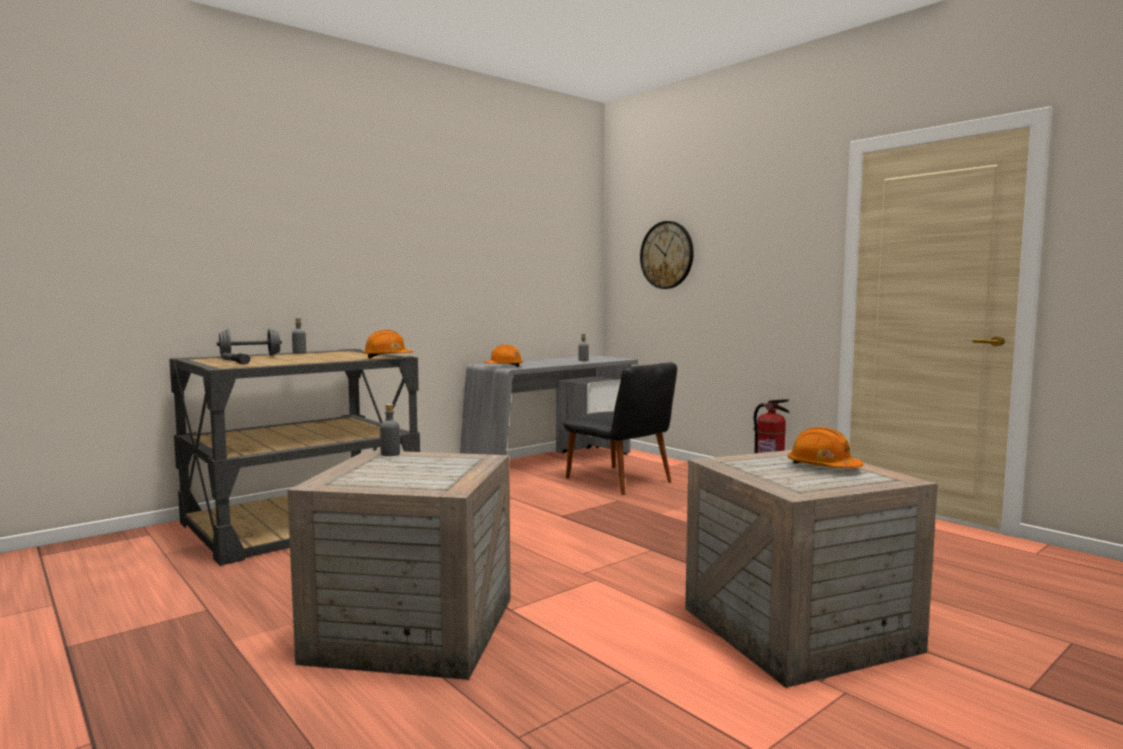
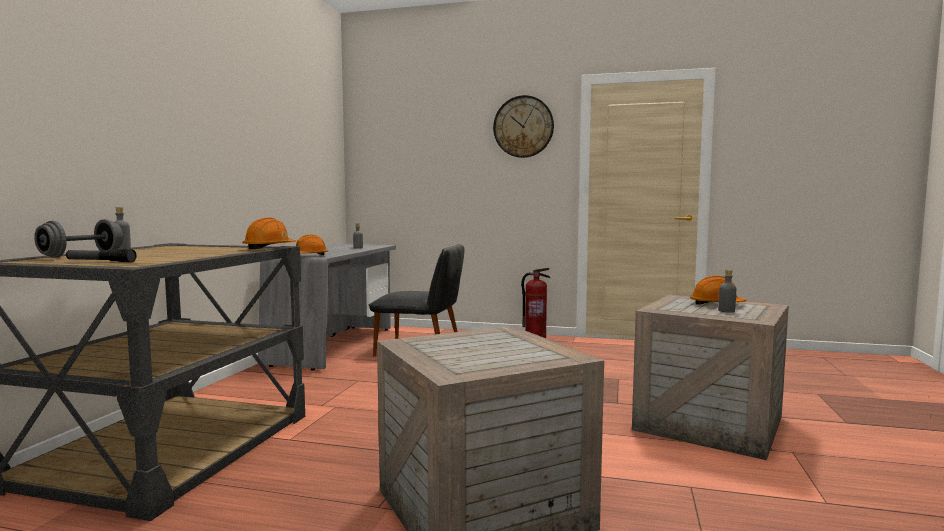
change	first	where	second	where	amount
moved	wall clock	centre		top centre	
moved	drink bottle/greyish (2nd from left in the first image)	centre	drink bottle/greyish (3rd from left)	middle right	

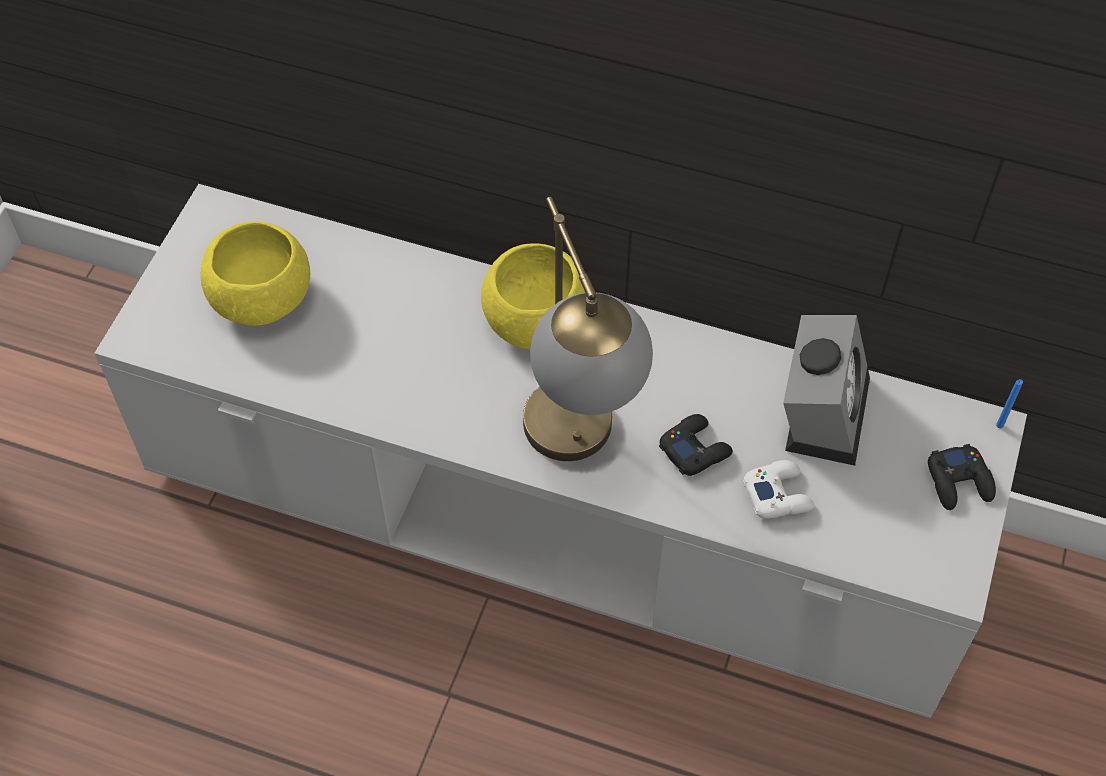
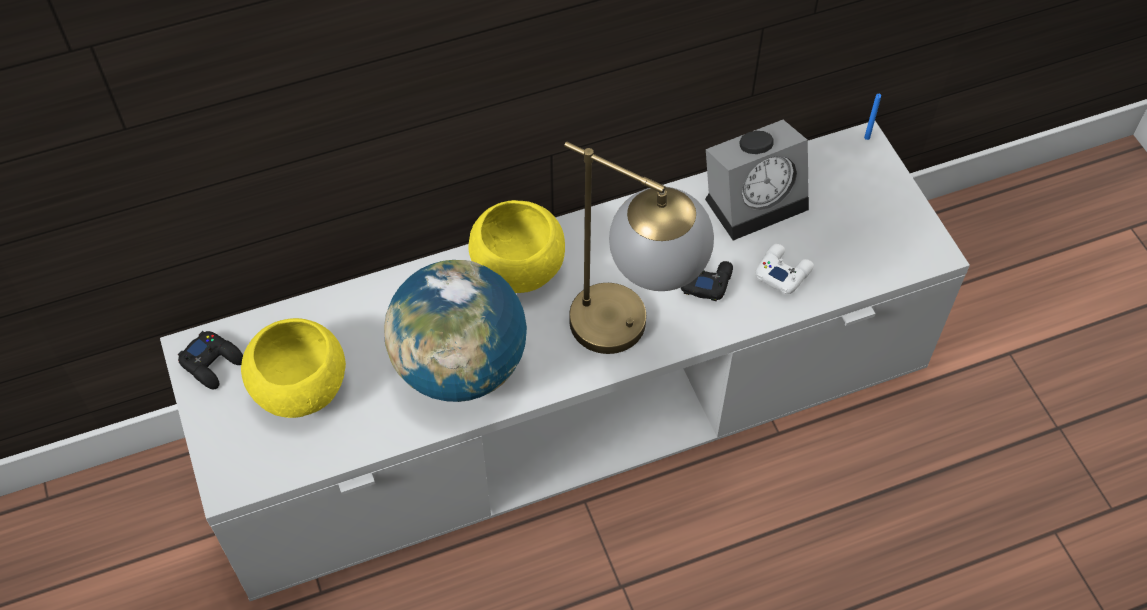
change	first	where	second	where	amount
moved	joypad/black (2nd from left in the first image)	middle right	joypad/black (1st from left)	middle left	
added			world globe	centre	
turned	table clock	middle right		top centre	90 degrees clockwise

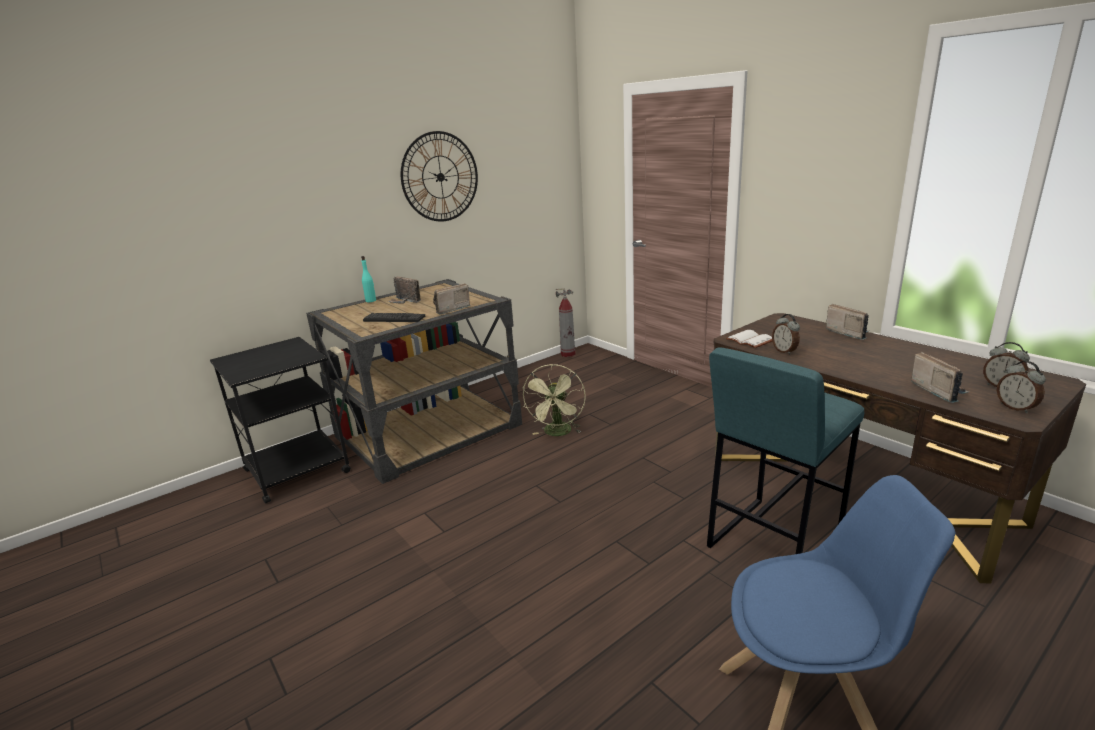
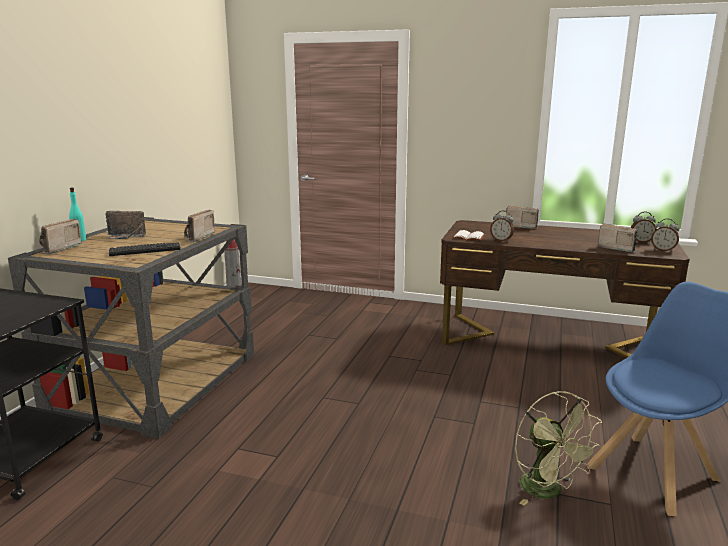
change	first	where	second	where	amount
added			radio receiver (1st from left)	middle left	
moved	cooling fan/green	centre		bottom right	
removed	wall clock	top centre			
removed	sitting stool/blue-green	middle right			

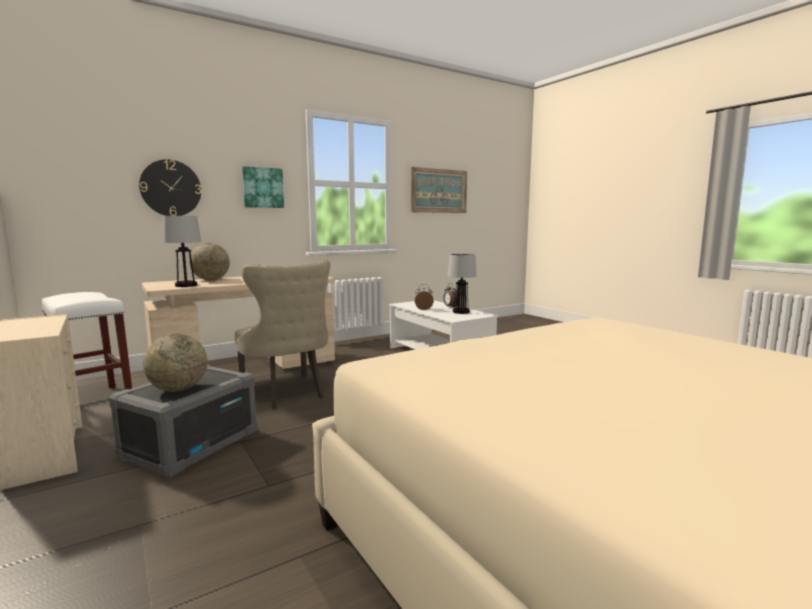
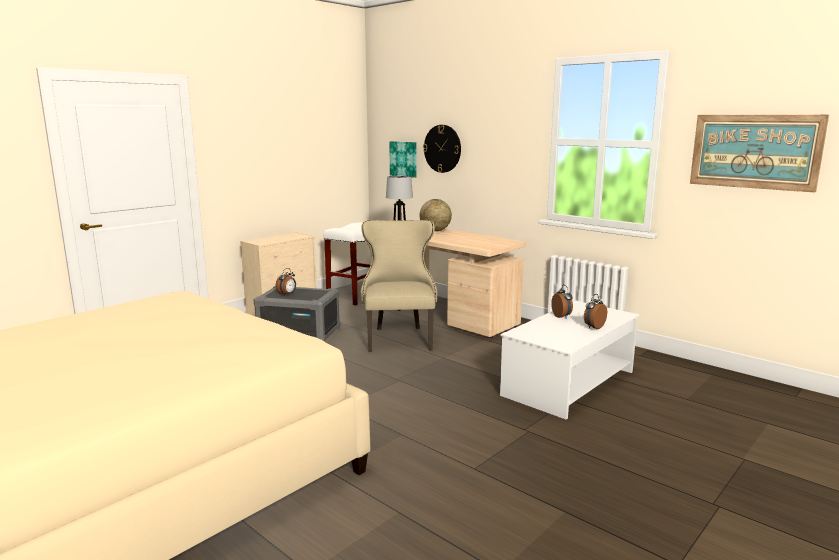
change	first	where	second	where	amount
replaced	world globe (1st from left)	middle left	table clock (1st from left)	centre	
turned	chair/beige-coloured	centre		centre	135 degrees clockwise
moved	wall picture (1st from left)	top left		top centre	
removed	table lamp (2nd from left)	centre			

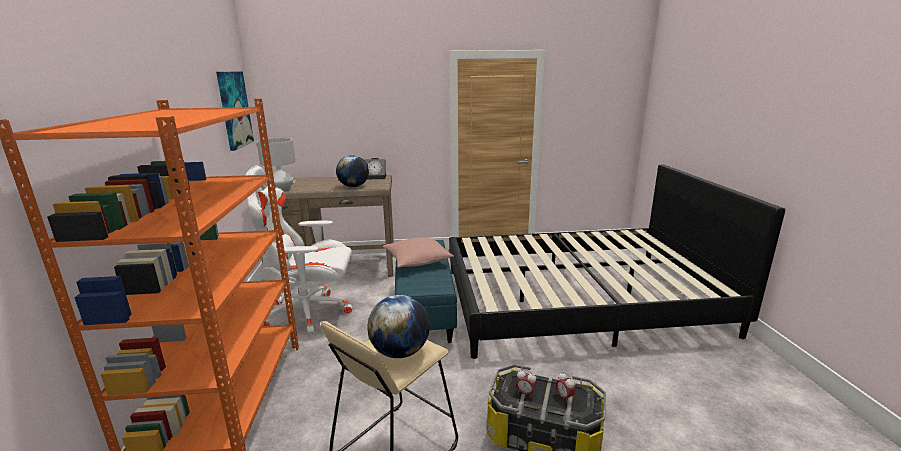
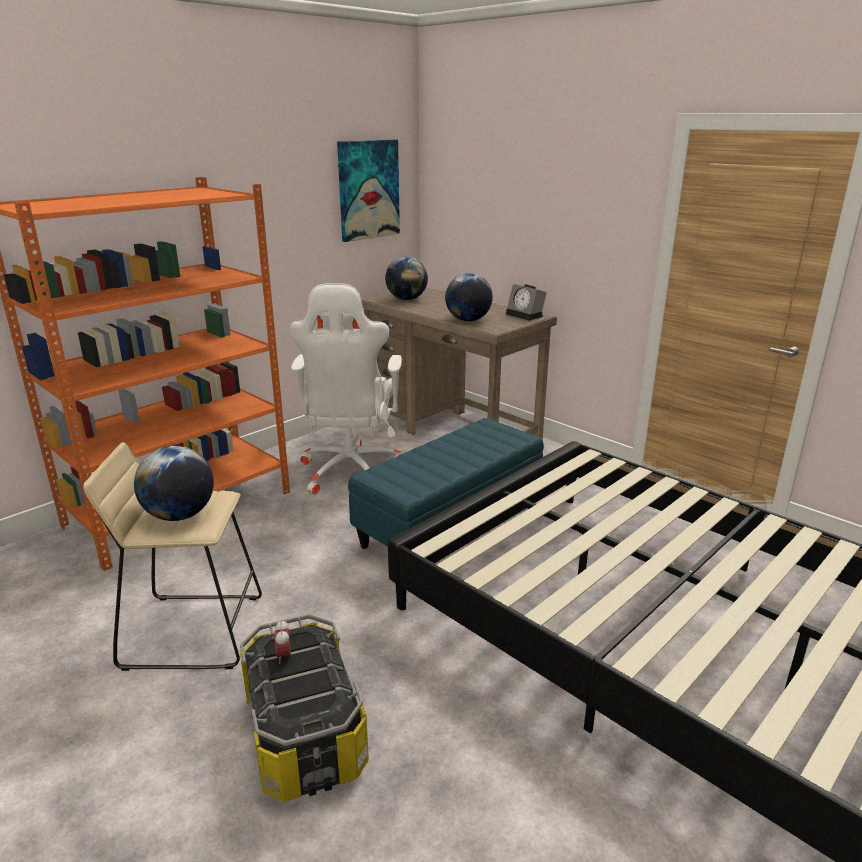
change	first	where	second	where	amount
turned	computer chair/white	middle left		centre	135 degrees counterclockwise
replaced	table lamp/white	middle left	world globe (2nd from left)	top centre	
removed	throw pillow/pinkish	centre			
removed	table clock (3rd from left)	bottom centre			

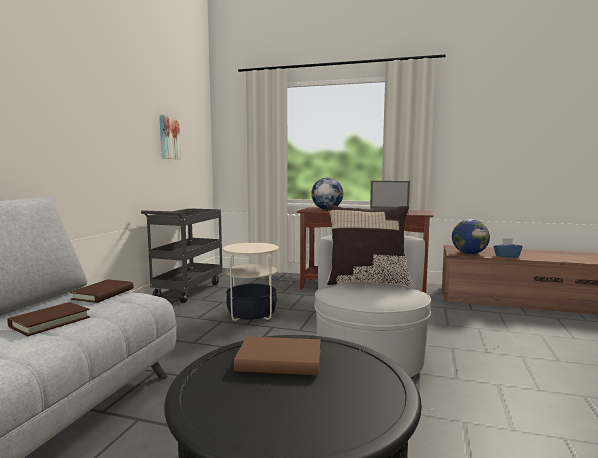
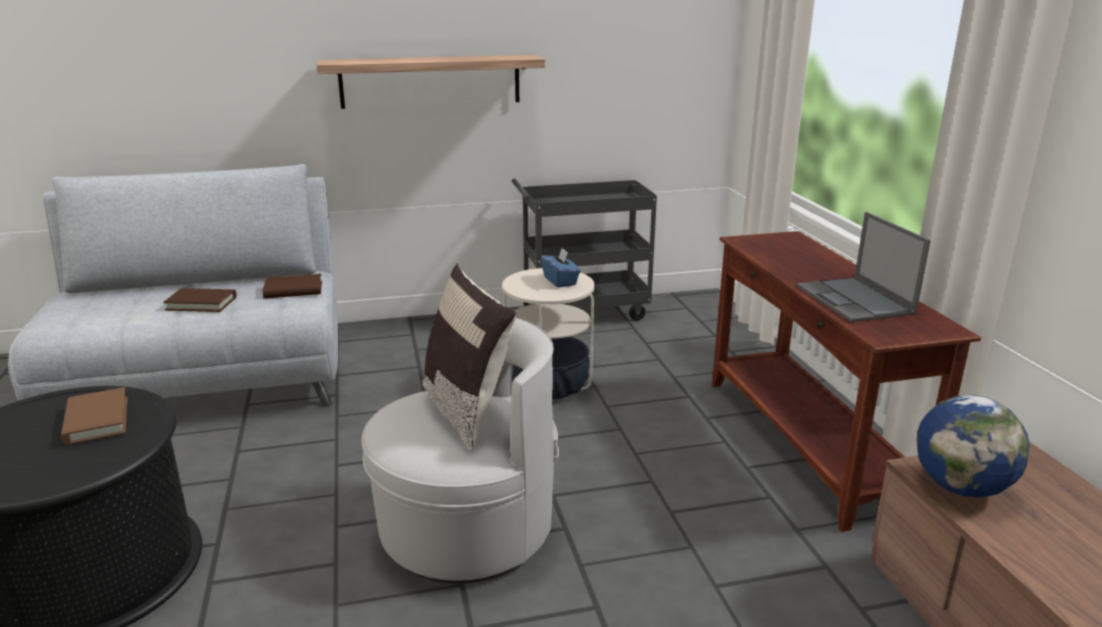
change	first	where	second	where	amount
added			bracket shelf	top centre	
moved	tissue box/bluish	middle right		centre	
removed	wall picture	top left			
removed	world globe (1st from left)	centre			

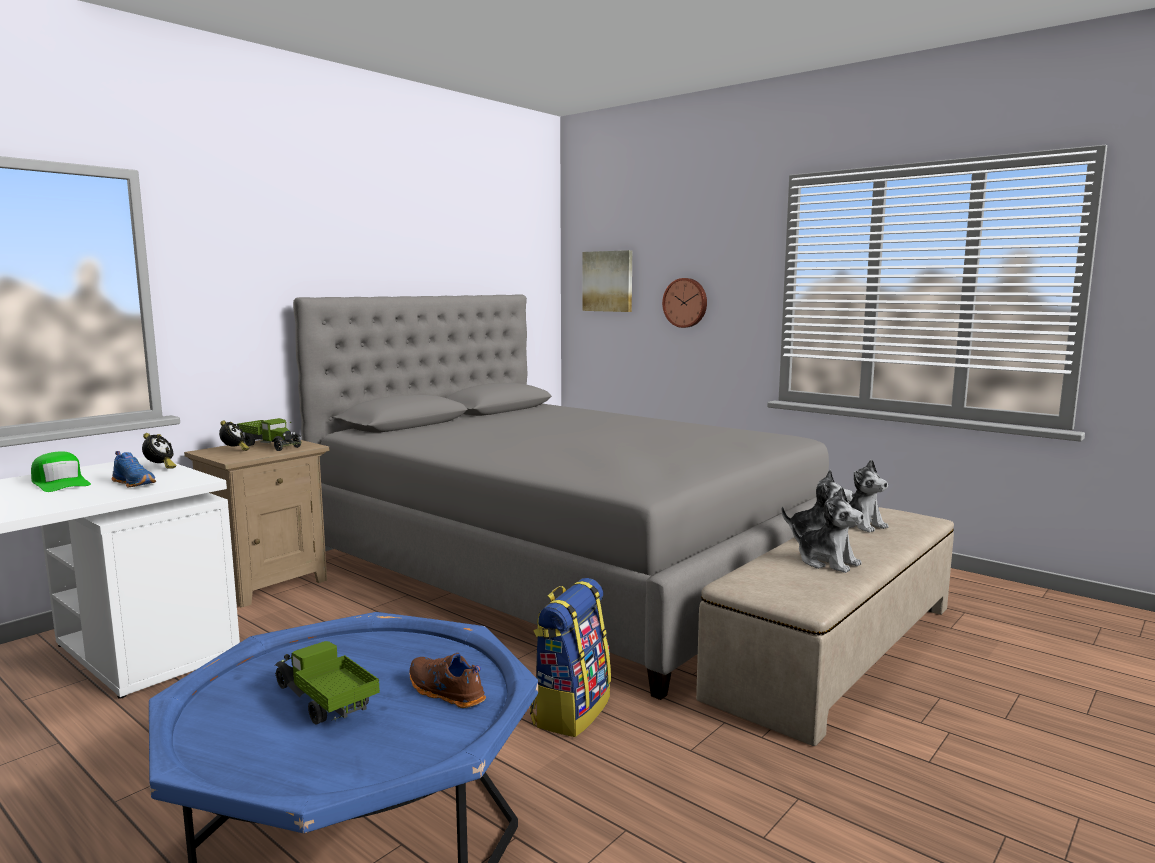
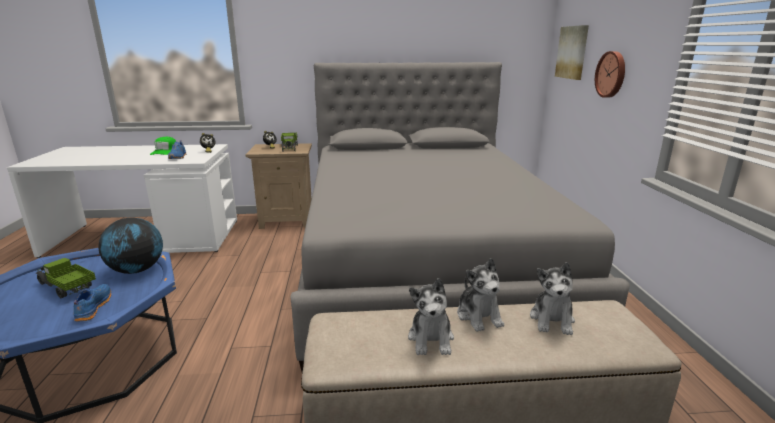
change	first	where	second	where	amount
turned	toy truck (2nd from left in the first image)	bottom left	toy truck (1st from left)	middle left	60 degrees counterclockwise
recoloured	item of footwear/brownish	bottom centre	item of footwear/bluish (1st from left)	bottom left	
added			world globe	middle left	
removed	backpack	bottom centre			

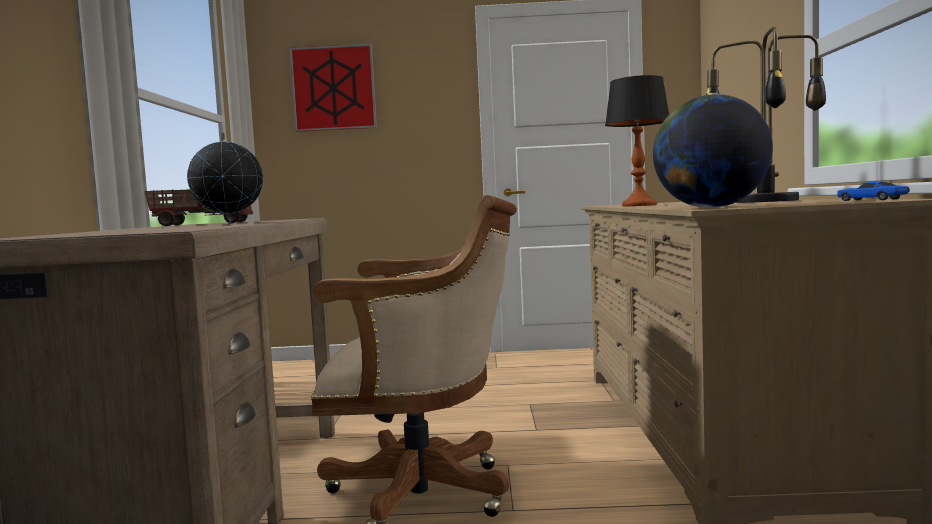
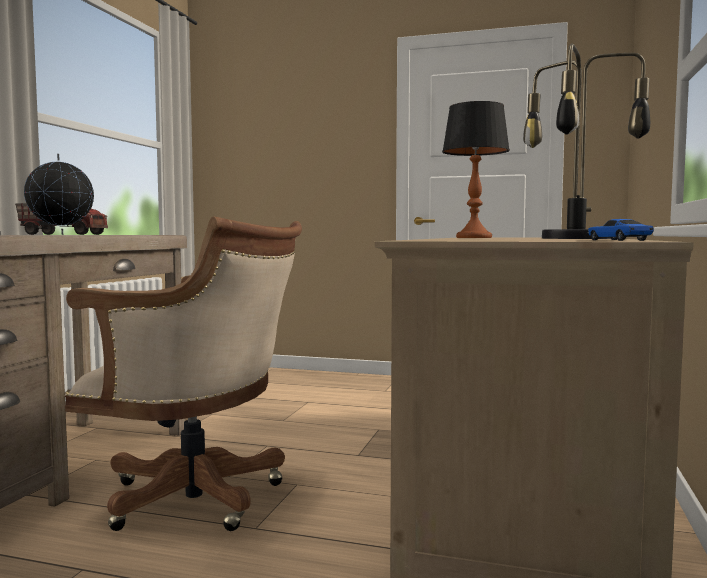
change	first	where	second	where	amount
removed	wall picture	top centre			
removed	world globe (2nd from left)	top right			

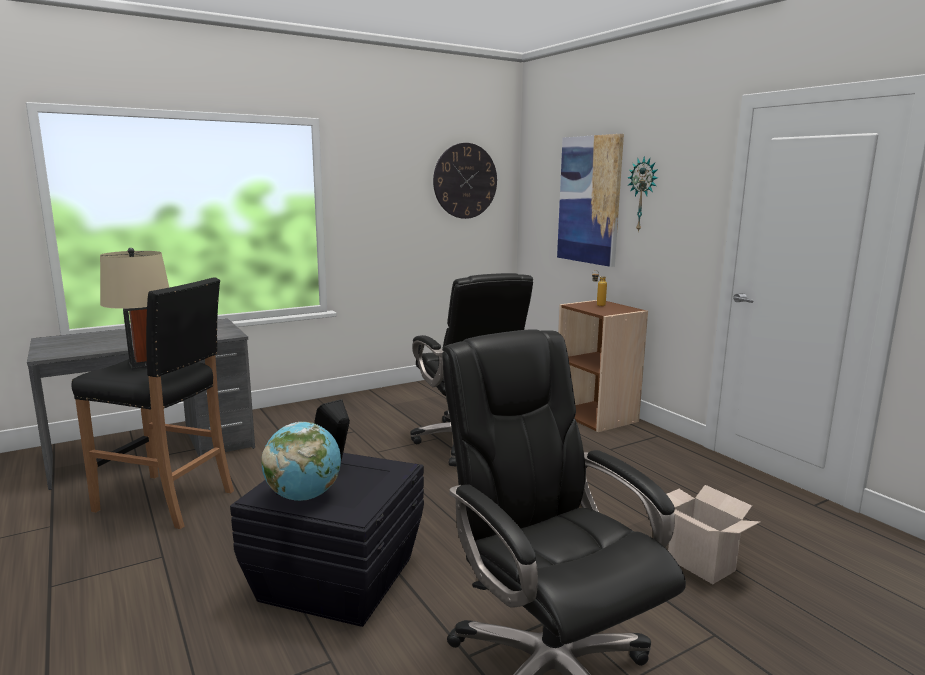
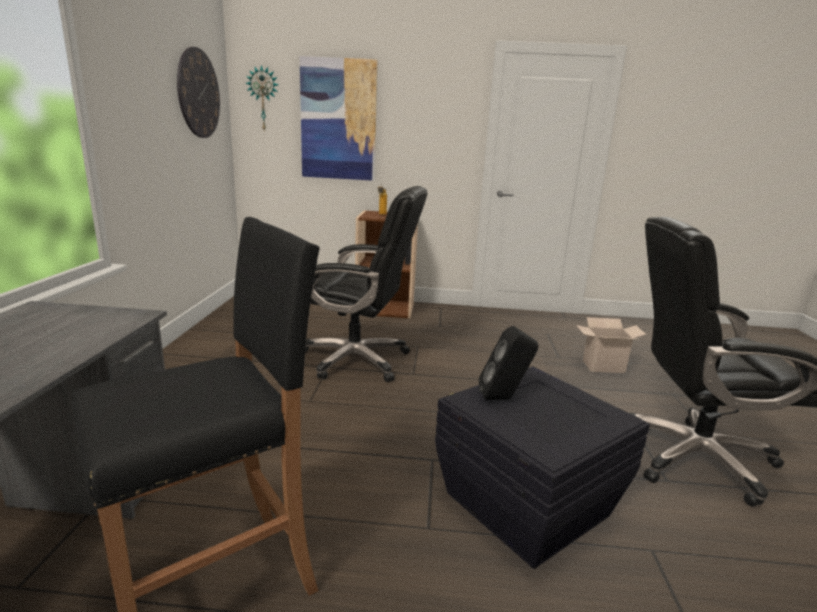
change	first	where	second	where	amount
moved	wall clock (2nd from left)	top right		top left	
removed	table lamp/beige-coloured	middle left			
removed	world globe	bottom left			

